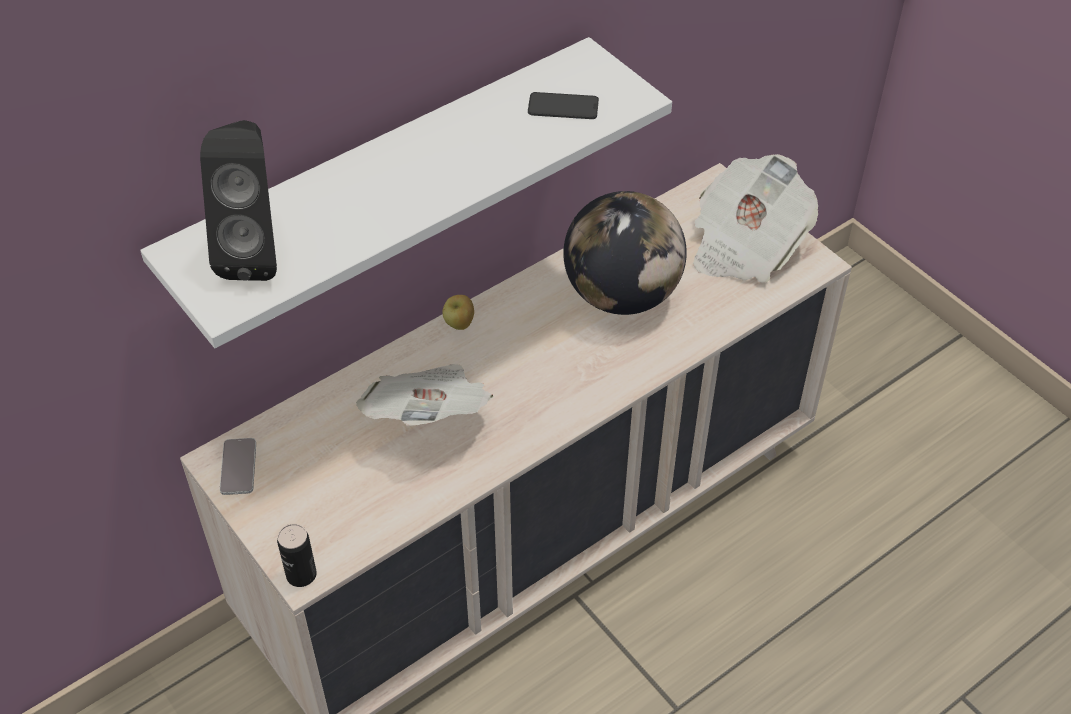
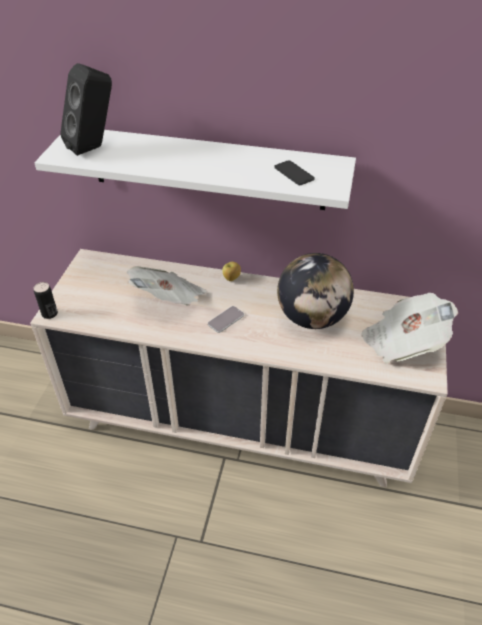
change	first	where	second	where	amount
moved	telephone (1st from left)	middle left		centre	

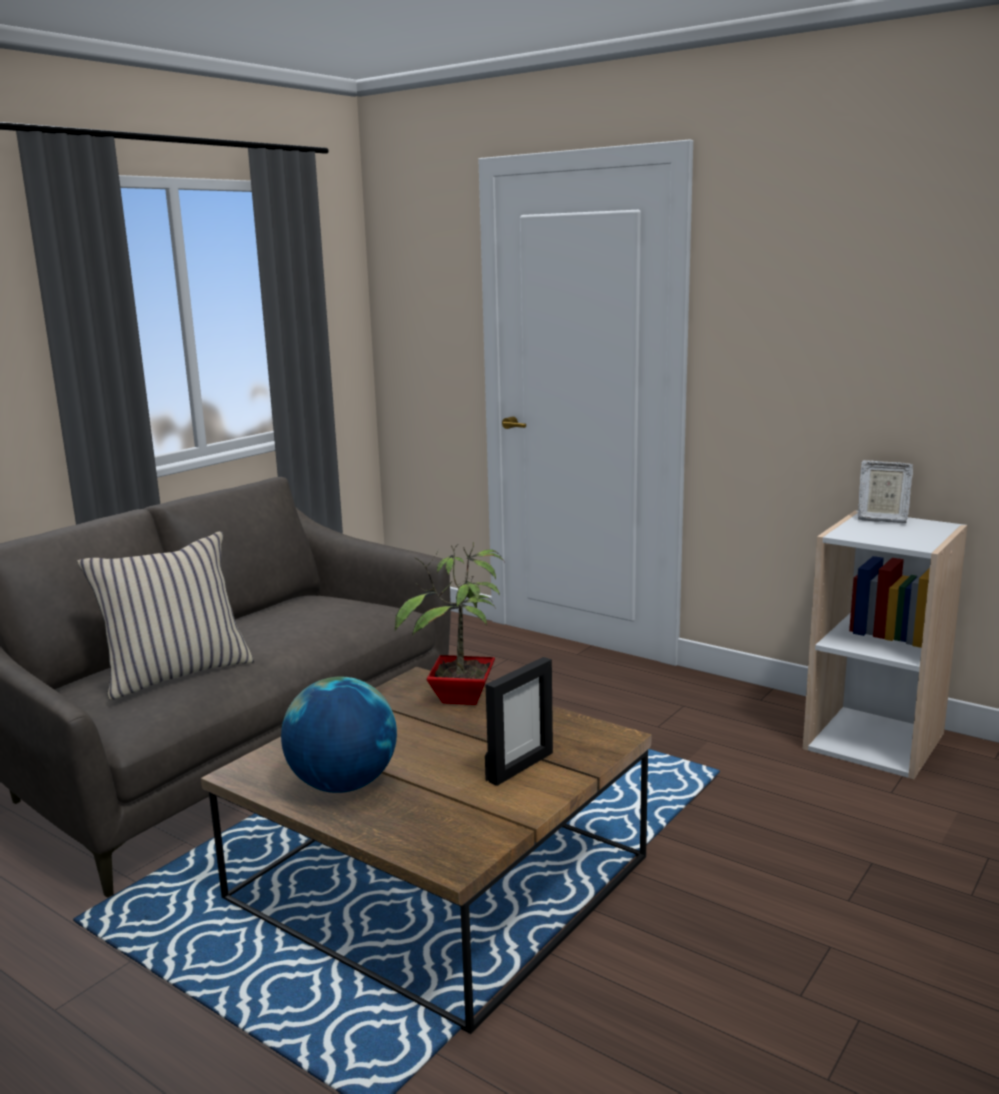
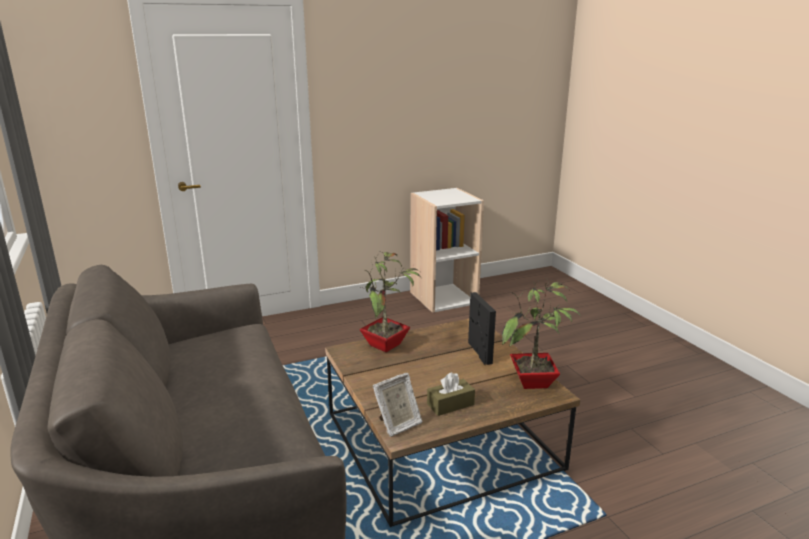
change	first	where	second	where	amount
moved	picture frame (2nd from left in the first image)	middle right	picture frame (1st from left)	bottom centre	
replaced	world globe	bottom centre	tissue box/brownish	bottom centre	
added			houseplant (2nd from left)	middle right	
removed	throw pillow/beige-coloured	middle left			

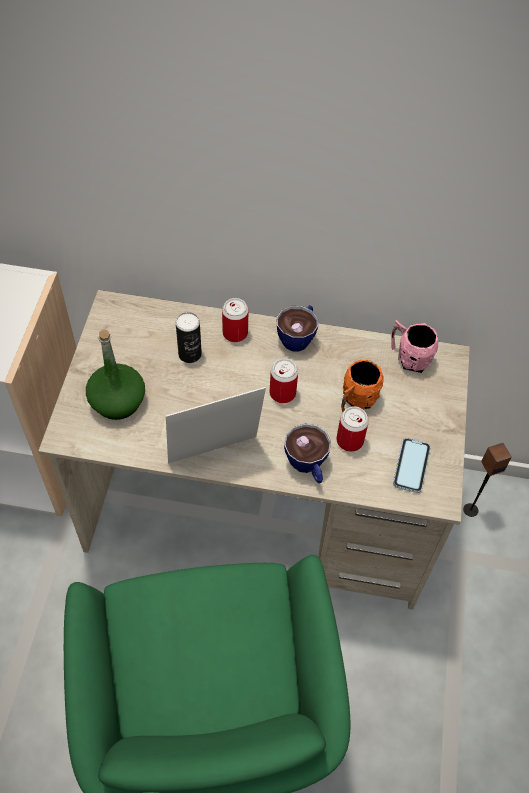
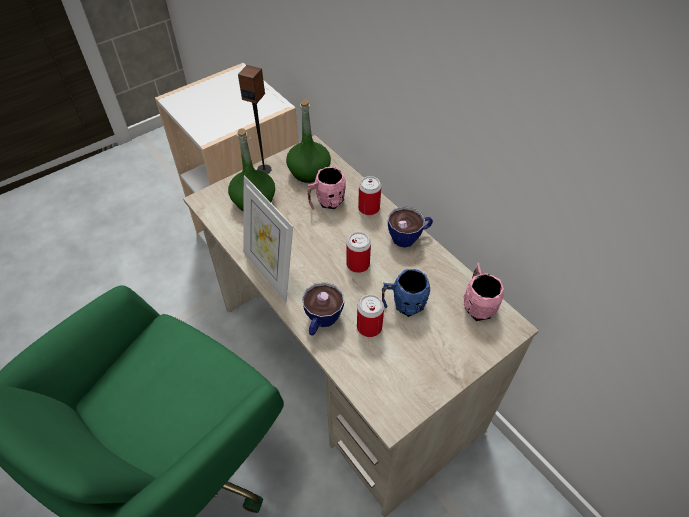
change	first	where	second	where	amount
moved	loudspeaker	middle right		top centre	
turned	picture frame	centre		centre	150 degrees counterclockwise
added			drink bottle/green (2nd from left)	top centre	
replaced	metal can (1st from left)	centre	coffee mug/pinkish (1st from left)	centre	
recoloured	coffee mug/orange	middle right	coffee mug/bluish	centre	
removed	telephone	middle right			

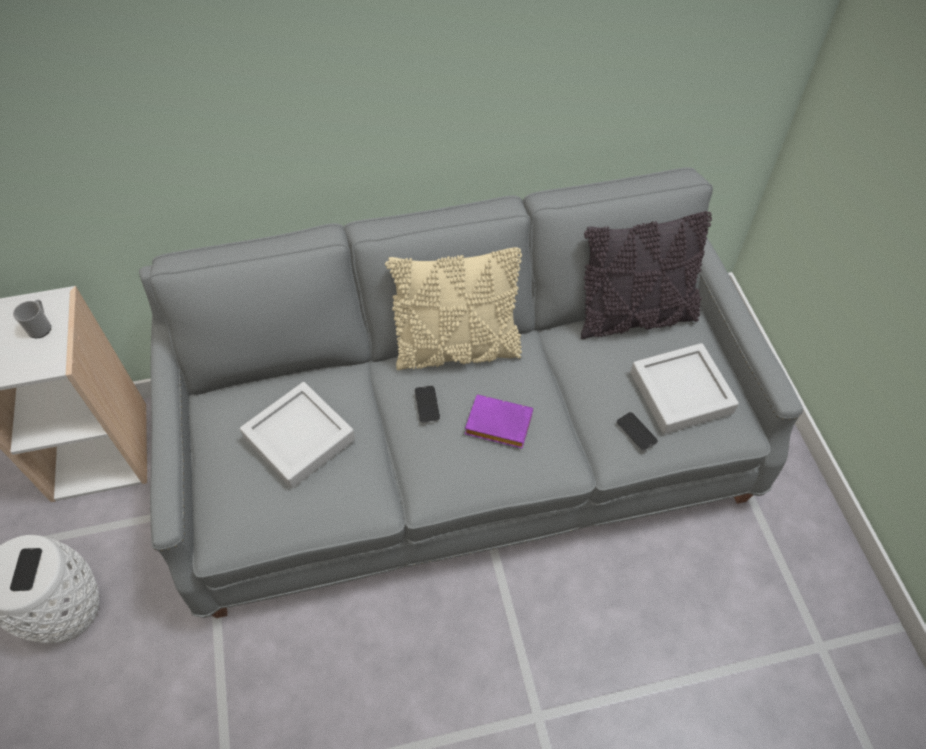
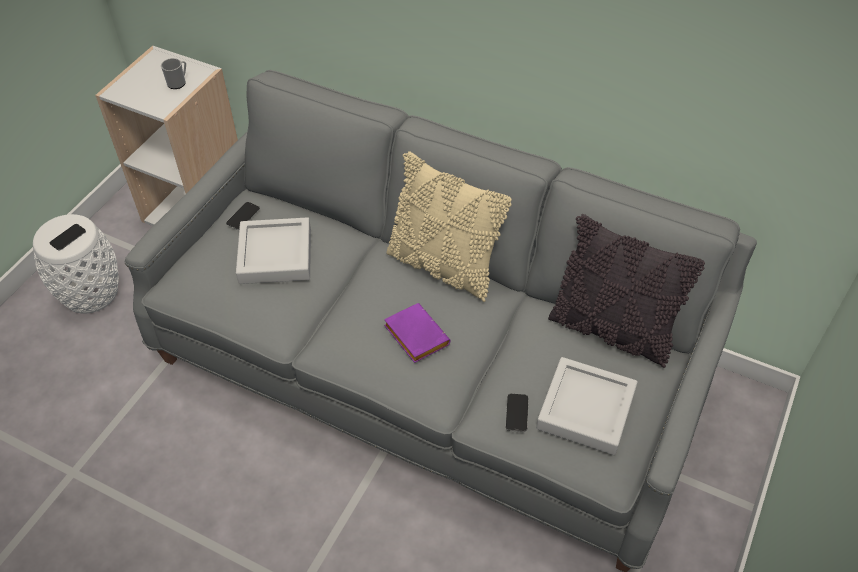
change	first	where	second	where	amount
moved	telephone (2nd from left)	centre		middle left	

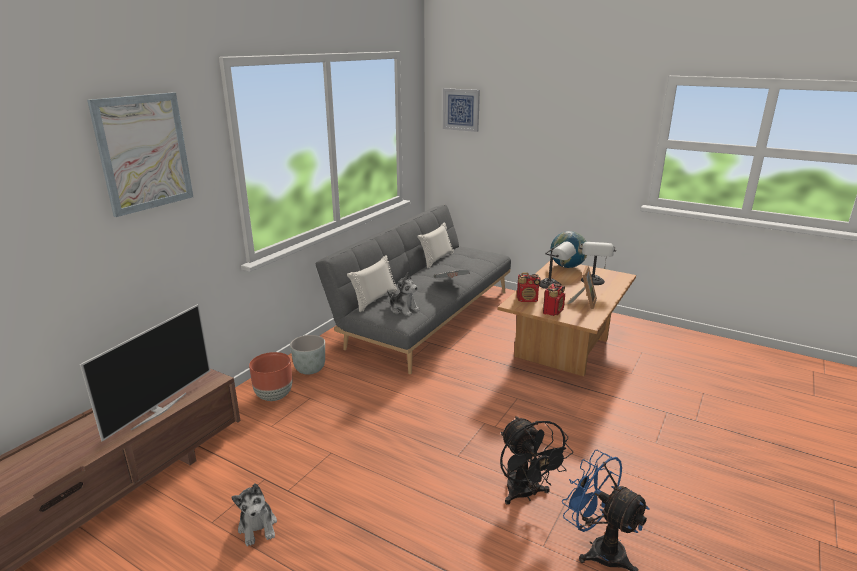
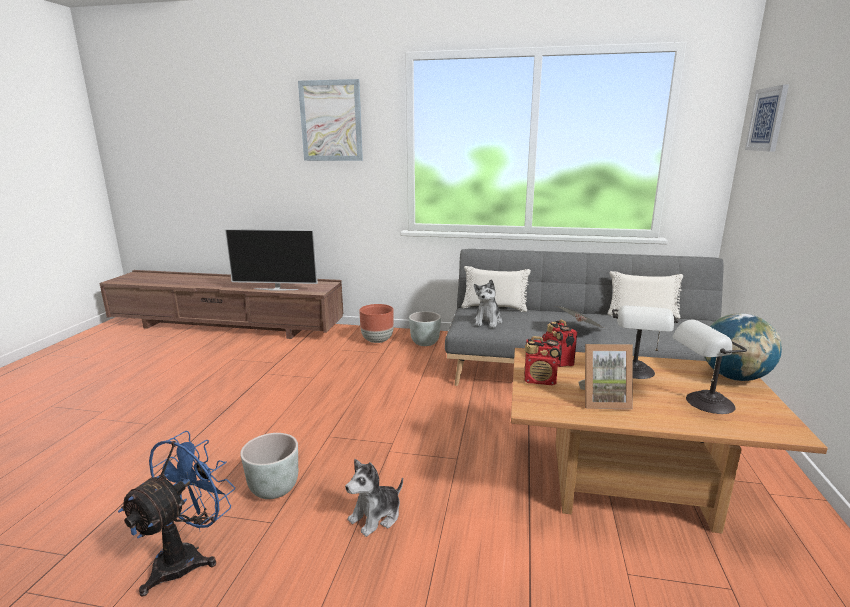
change	first	where	second	where	amount
replaced	cooling fan/black	bottom centre	plant pot/greyish (1st from left)	bottom left	
moved	plush toy (1st from left)	bottom left		bottom centre	

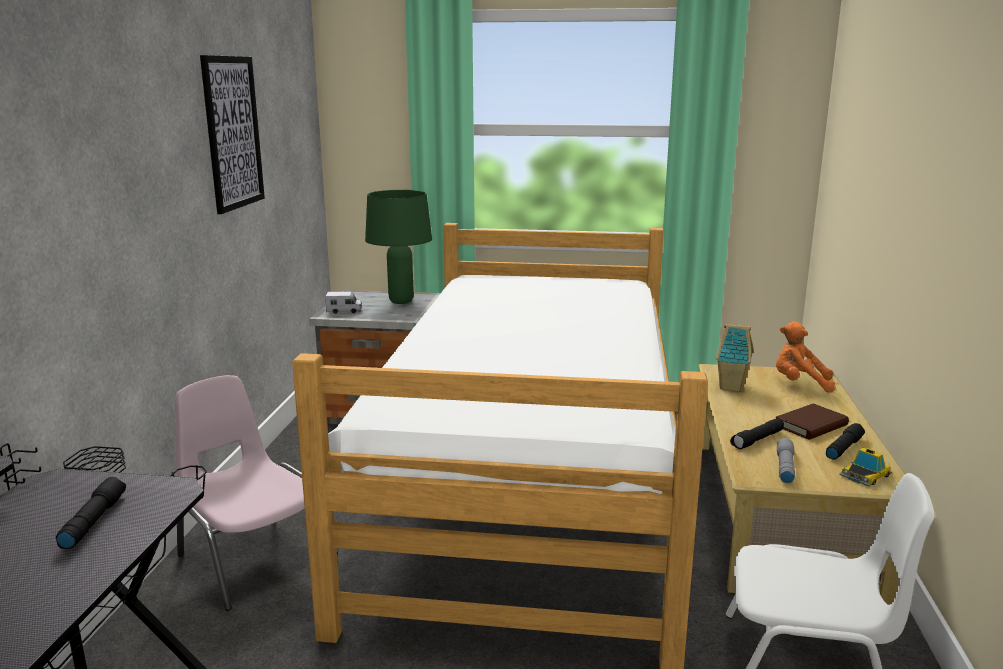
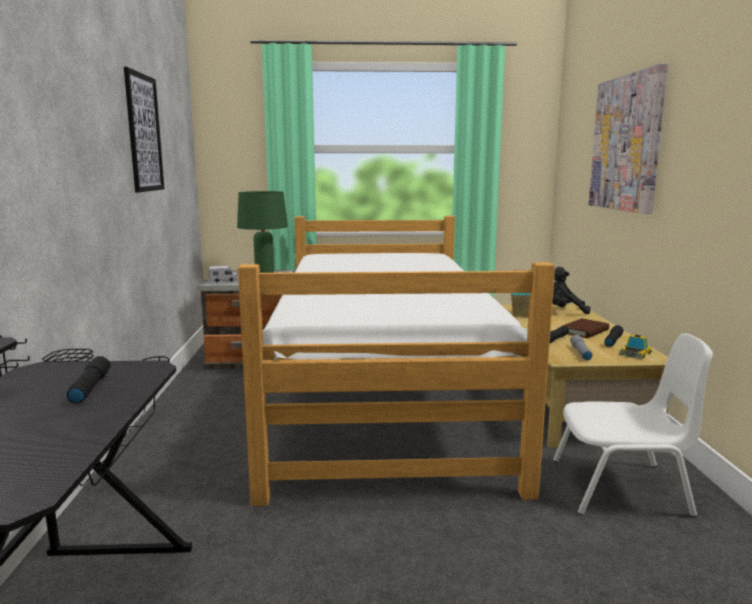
change	first	where	second	where	amount
recoloured	plush toy/orange	middle right	plush toy/black	middle right	
added			wall picture (2nd from left)	top right	
removed	chair/pinkish	bottom left			

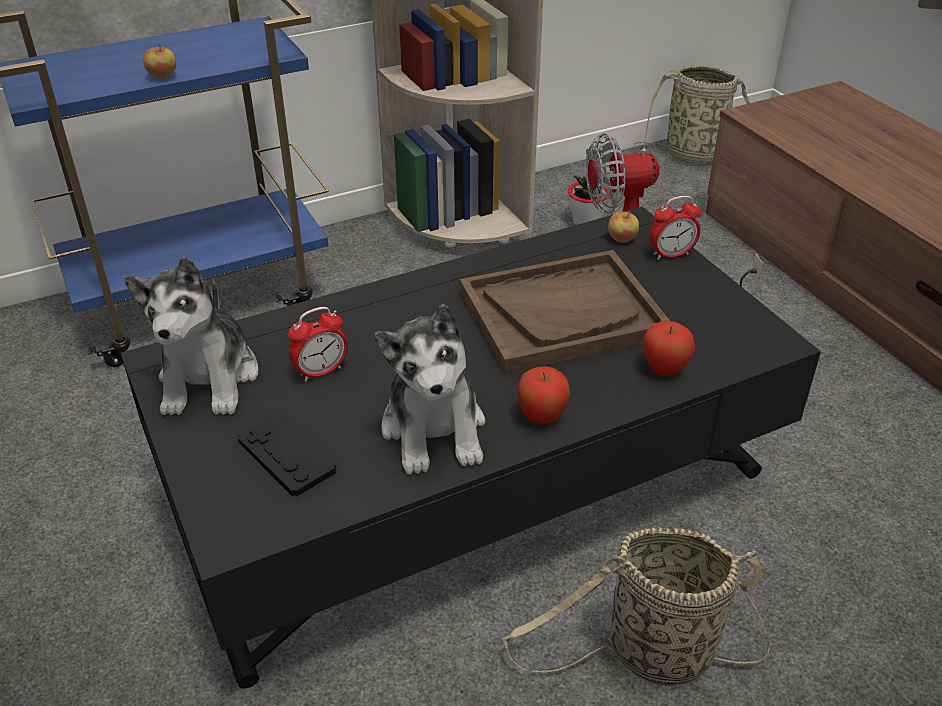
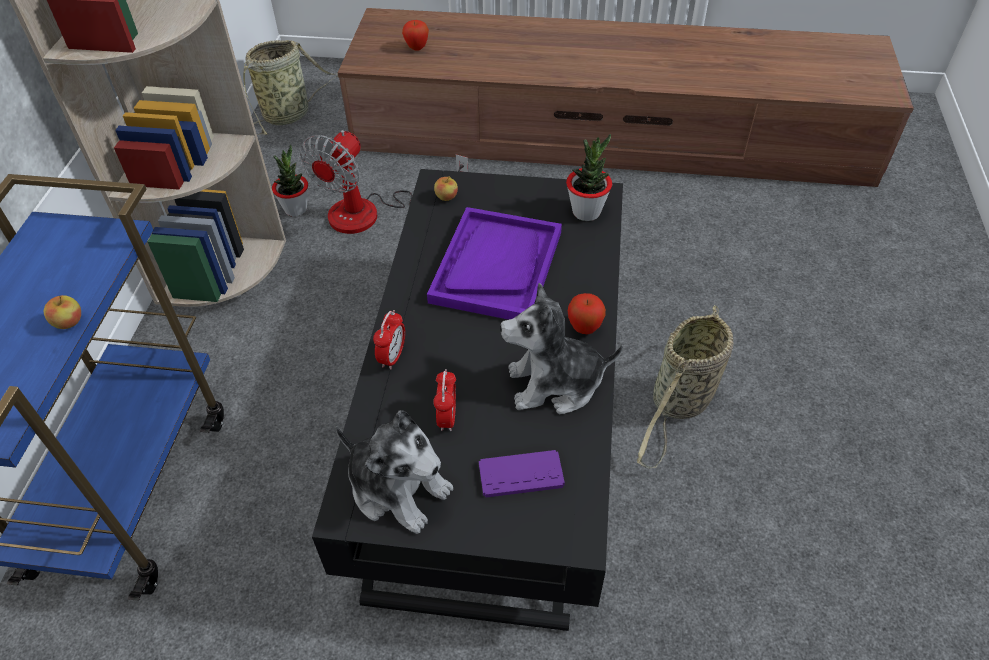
change	first	where	second	where	amount
moved	table clock (2nd from left in the first image)	top right	table clock (1st from left)	centre	
moved	apple fruit (4th from left in the first image)	middle right	apple fruit (2nd from left)	top centre	
recoloured	serving tray/brownish	centre	serving tray/purple-coloured	centre	
recoloured	joypad/black	middle left	joypad/purple-coloured	bottom centre	
turned	plush toy (2nd from left)	centre		centre	150 degrees clockwise
added			houseplant (2nd from left)	top centre	

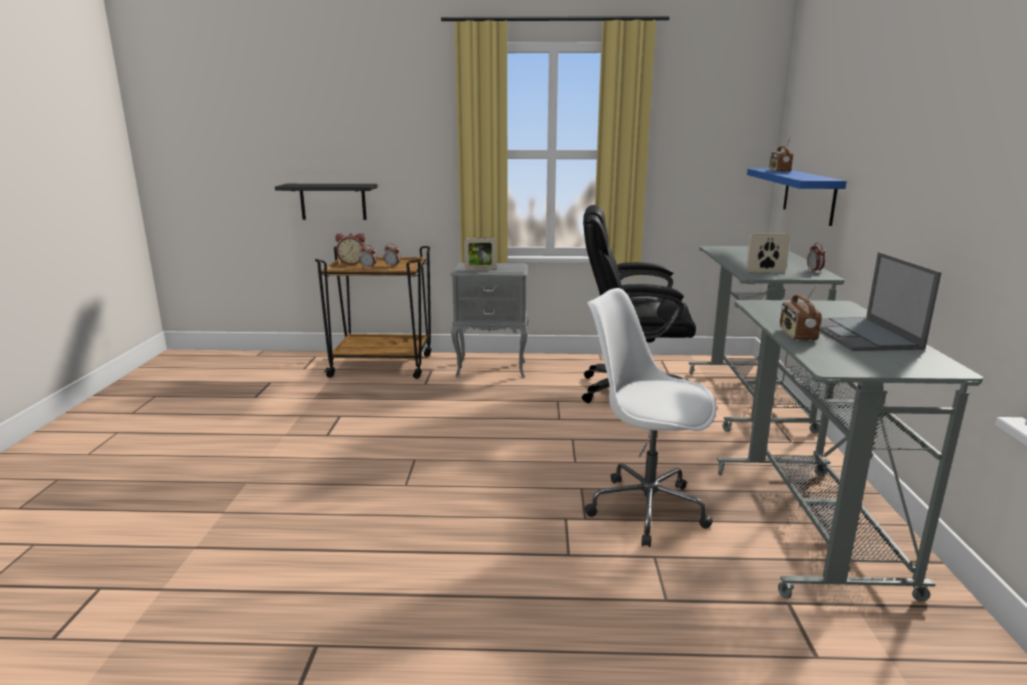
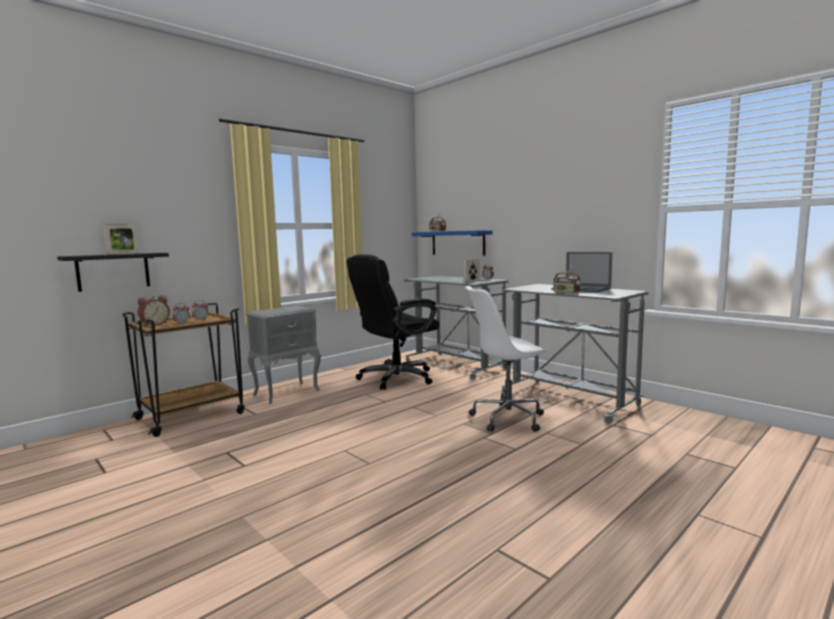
change	first	where	second	where	amount
moved	picture frame (1st from left)	centre		middle left	

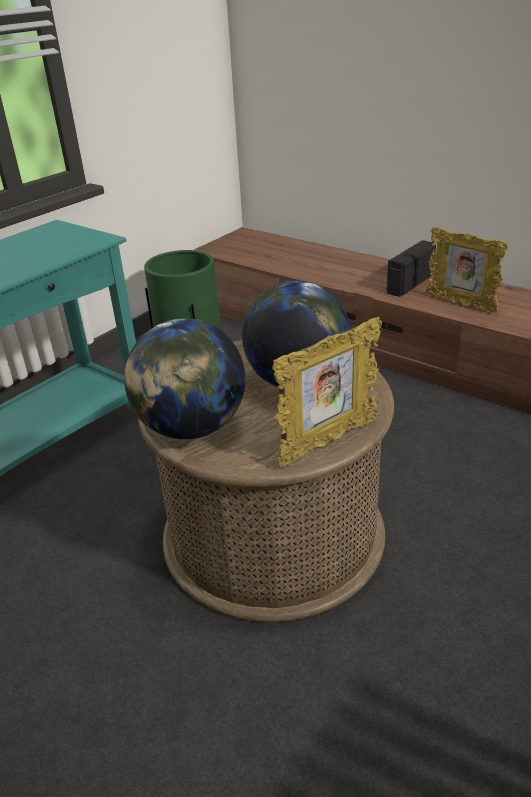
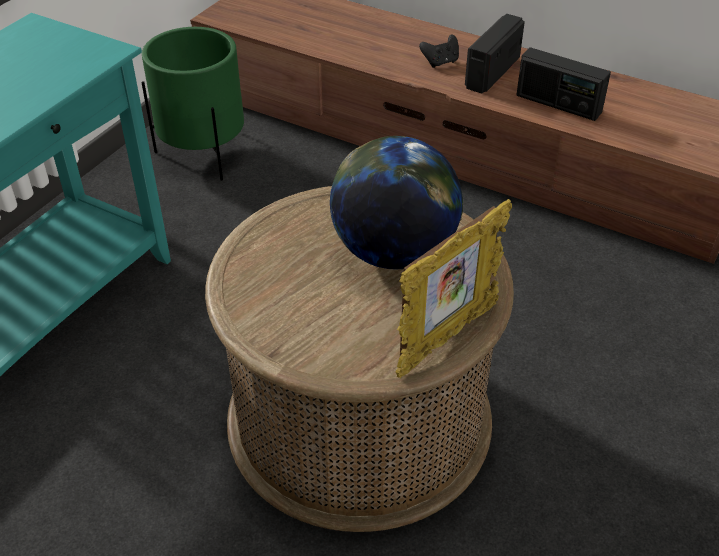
change	first	where	second	where	amount
added			joypad/black	top centre	
replaced	picture frame (2nd from left)	middle right	radio receiver (2nd from left)	top right	
removed	world globe (1st from left)	centre			

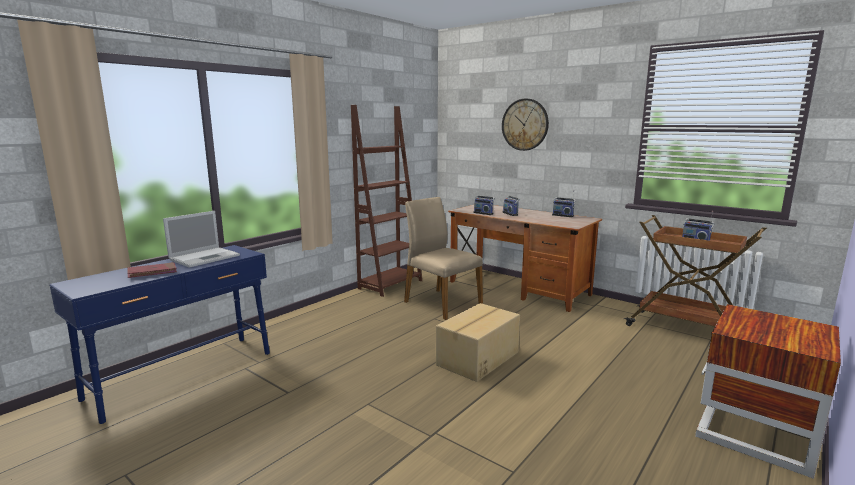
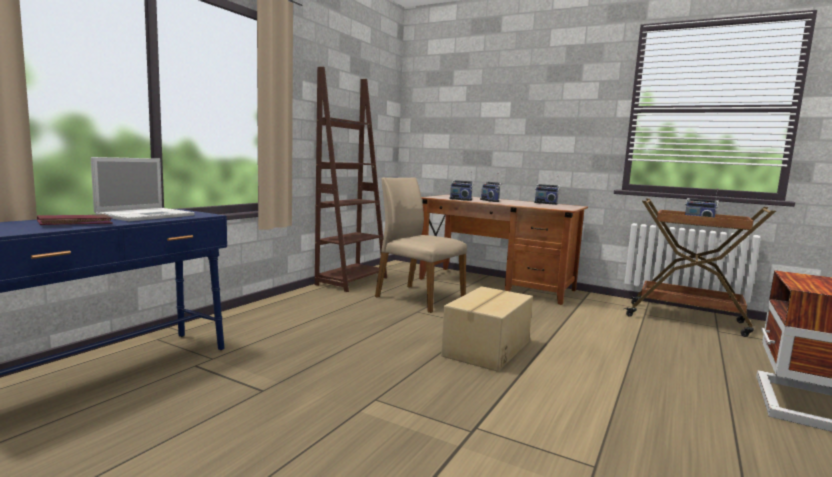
change	first	where	second	where	amount
removed	wall clock	top centre			

